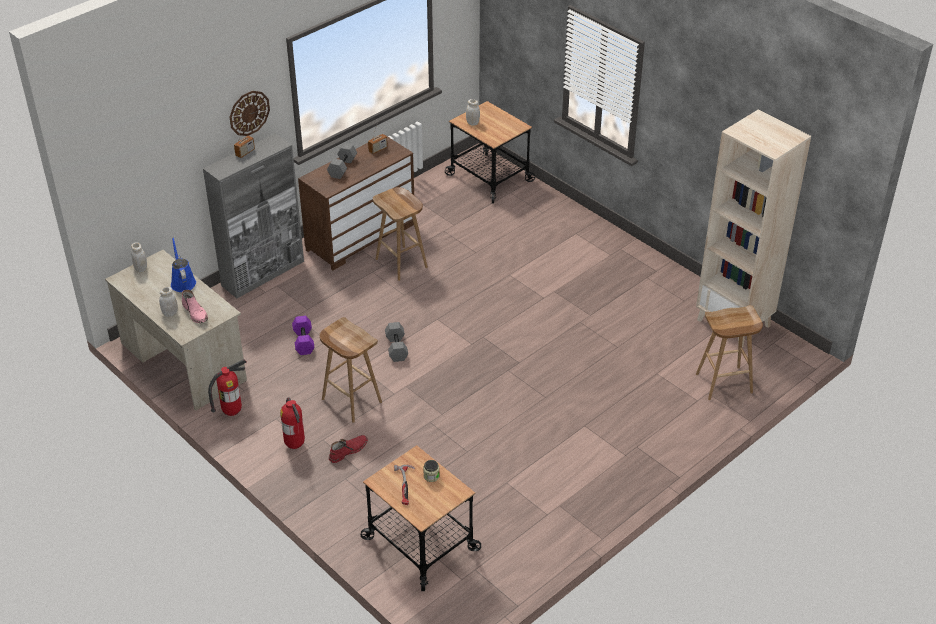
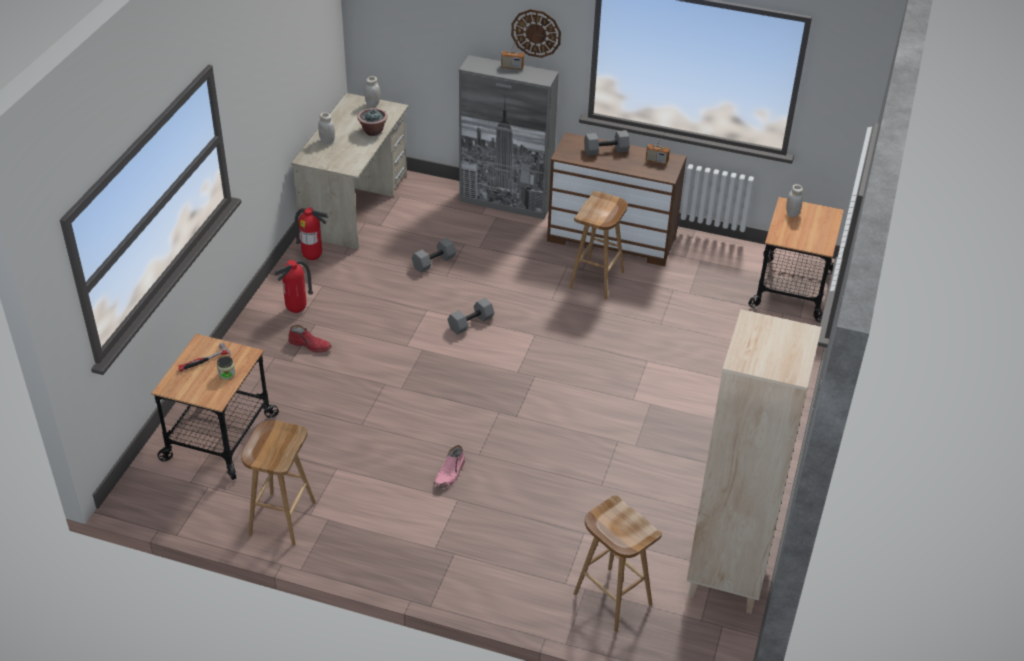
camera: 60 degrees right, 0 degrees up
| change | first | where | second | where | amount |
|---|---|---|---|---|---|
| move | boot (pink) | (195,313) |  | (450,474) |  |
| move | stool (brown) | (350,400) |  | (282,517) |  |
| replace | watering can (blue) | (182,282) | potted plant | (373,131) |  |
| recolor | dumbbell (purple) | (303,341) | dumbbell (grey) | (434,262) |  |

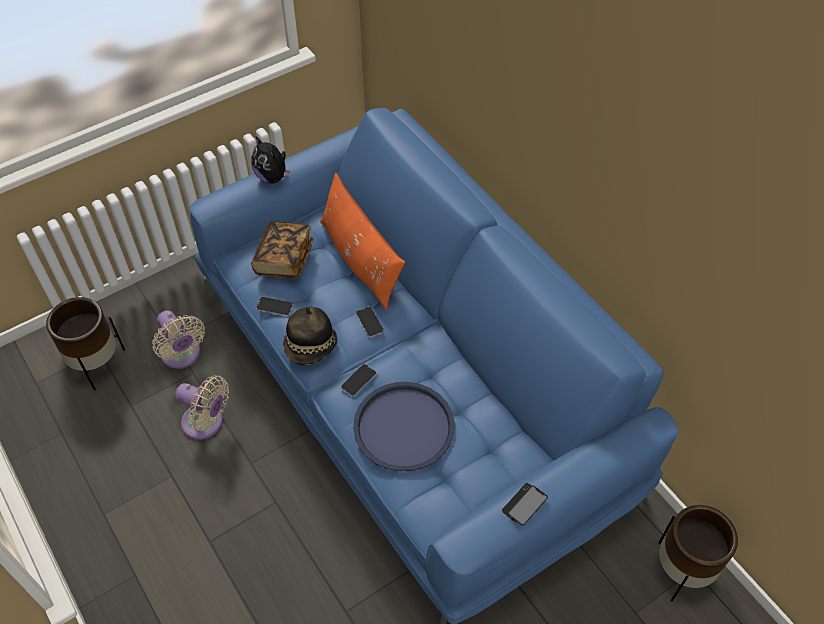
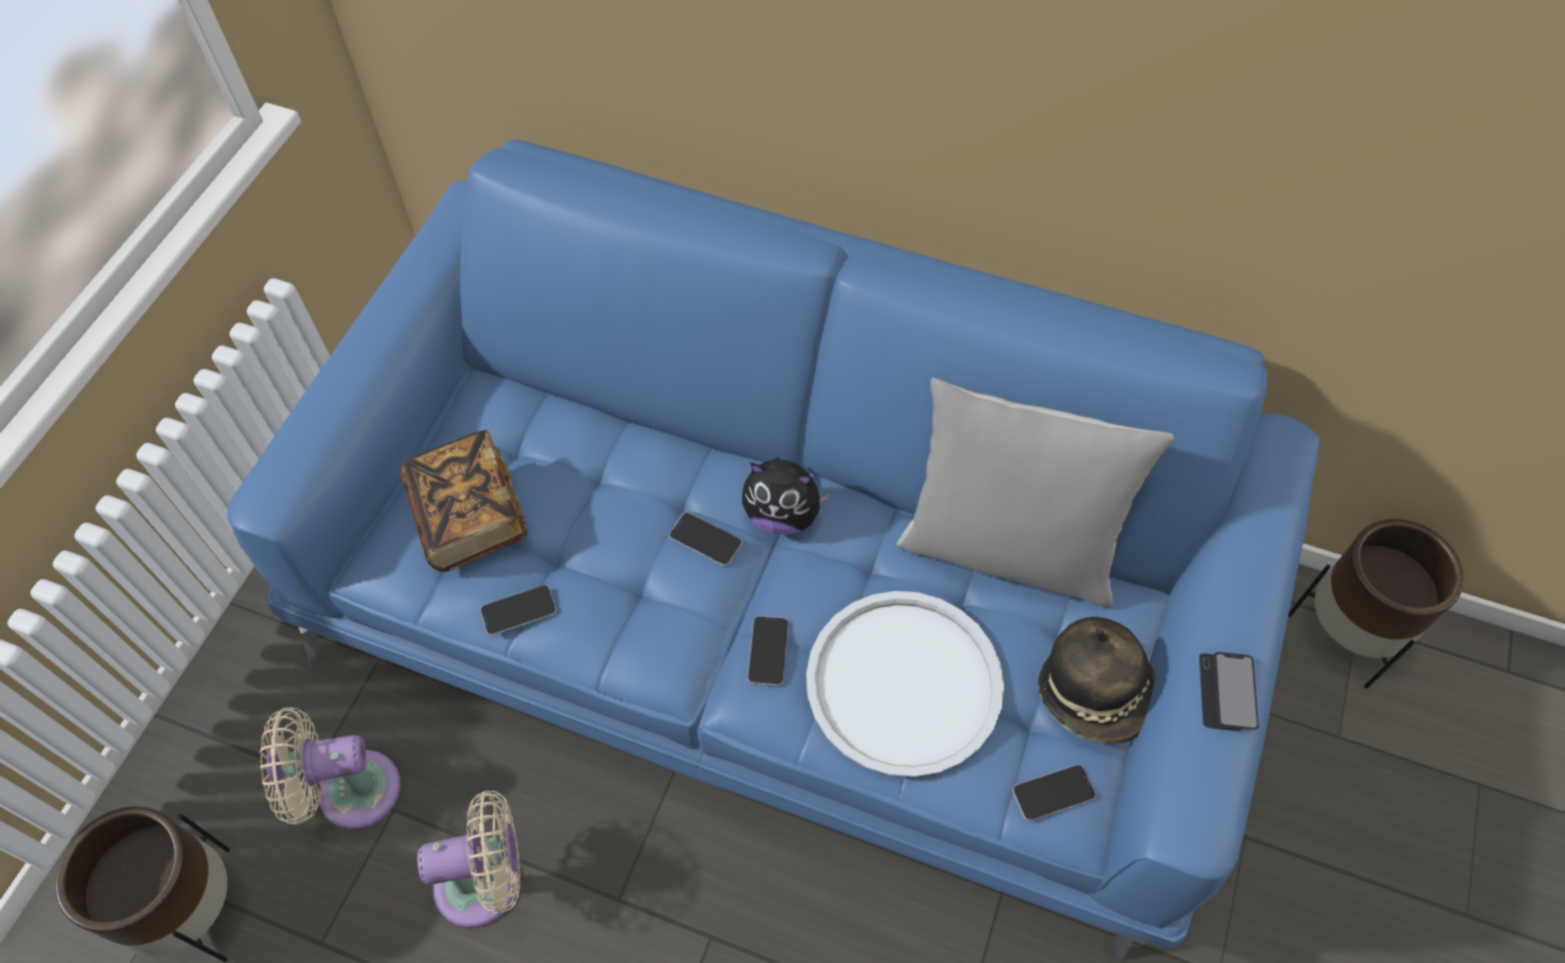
camera: 35 degrees left, 5 degrees up
| change | first | where | second | where | amount |
|---|---|---|---|---|---|
| delete | pillow (orange) | (360,260) |  |  |  |
| insert |  |  | pillow (grey) | (1008,549) |  |
| insert |  |  | phone | (1053,793) |  |
| move | plush toy | (273,177) |  | (782,515) |  |
| move | hat | (311,347) |  | (1096,693) |  |
| recolor | tray (blue) | (403,427) | tray (white) | (903,683) |  |
| rotate | fan (beige) | (182,355) |  | (350,791) | 150 degrees clockwise |

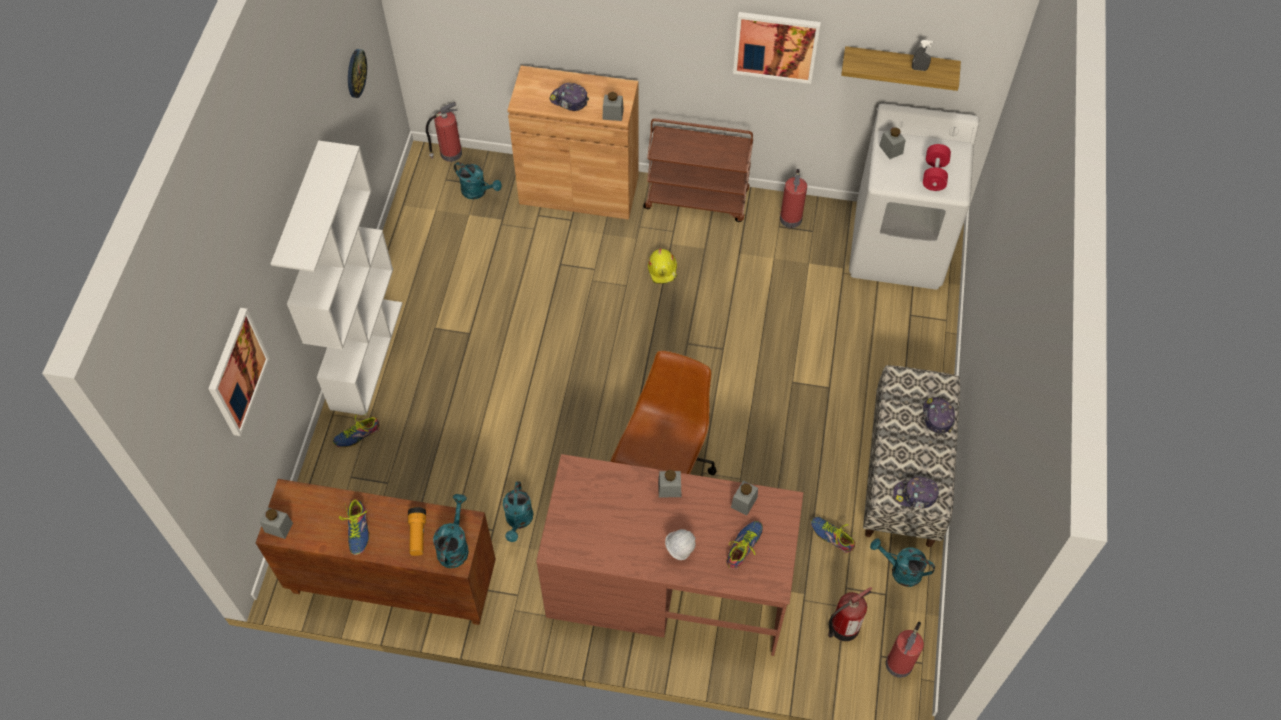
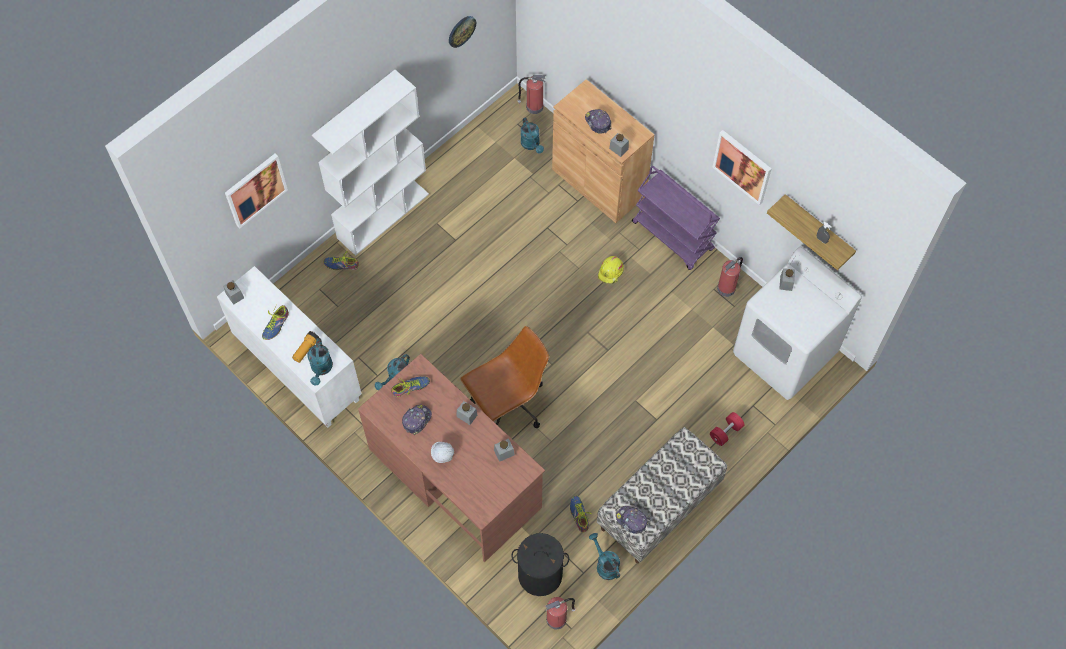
camera: 35 degrees right, 5 degrees up
| change | first | where | second | where | amount |
|---|---|---|---|---|---|
| move | shoe | (743,546) |  | (410,387) |  |
| move | dumbbell (red) | (934,174) |  | (726,432) |  |
| move | cap | (937,417) |  | (416,420) |  |
| replace | fire extinguisher | (843,628) | laundry basket (black) | (539,574) |  |
| recolor | cabinet (brown) | (391,583) | cabinet (white) | (297,369) |  |
| recolor | cart (brown) | (697,199) | cart (purple) | (673,236) |  |
| rotate | watering can (turquoise) | (454,545) |  | (321,369) | 135 degrees clockwise |

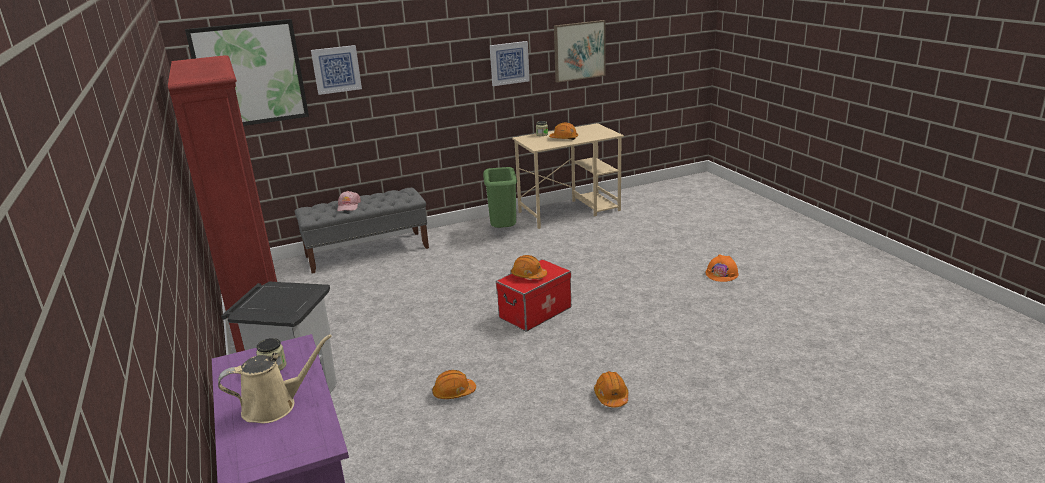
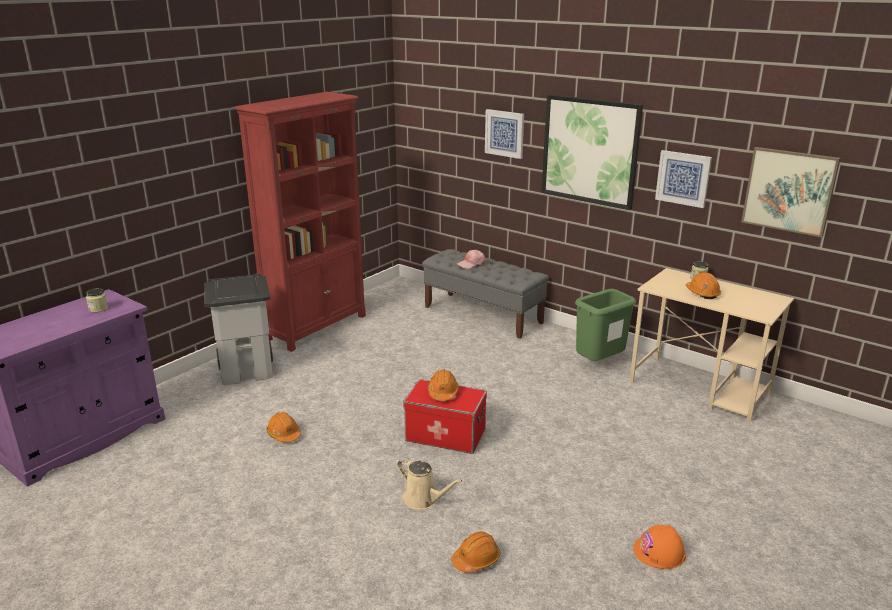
camera: 60 degrees right, 0 degrees up
| change | first | where | second | where | amount |
|---|---|---|---|---|---|
| move | picture | (249,74) |  | (590,151) |  |
| move | watering can (beige) | (274,406) |  | (424,499) |  |
| move | hard hat (orange) | (611,396) |  | (476,559) |  |

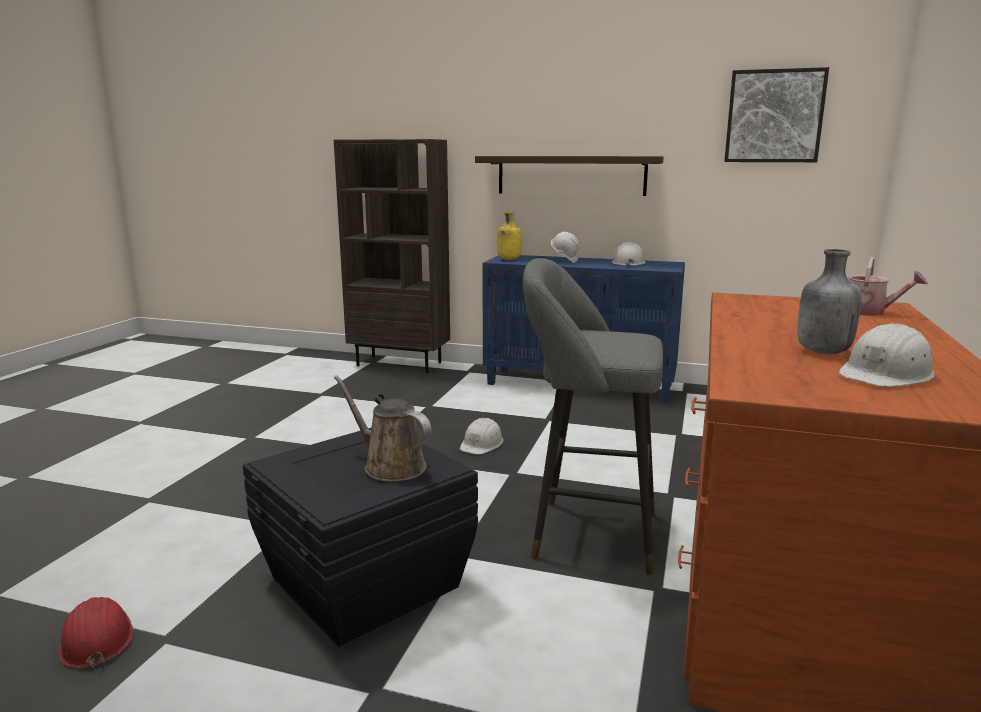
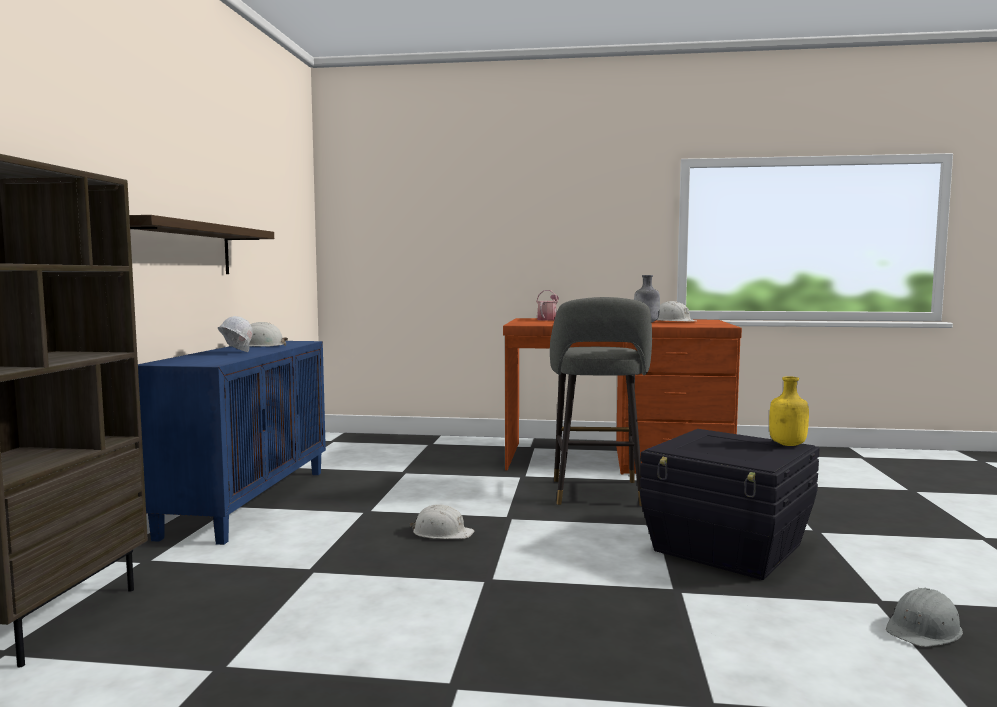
camera: 100 degrees left, 10 degrees down
| change | first | where | second | where | amount |
|---|---|---|---|---|---|
| delete | watering can (brown) | (390,466) |  |  |  |
| delete | picture | (774,116) |  |  |  |
| move | bottle (yellow) | (508,259) |  | (788,445) |  |
| recolor | hard hat (red) | (97,639) | hard hat (grey) | (924,629) |  |

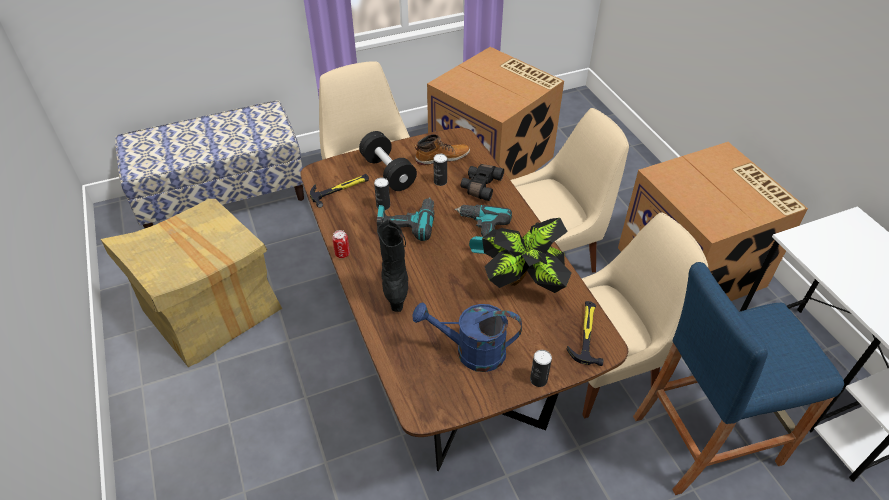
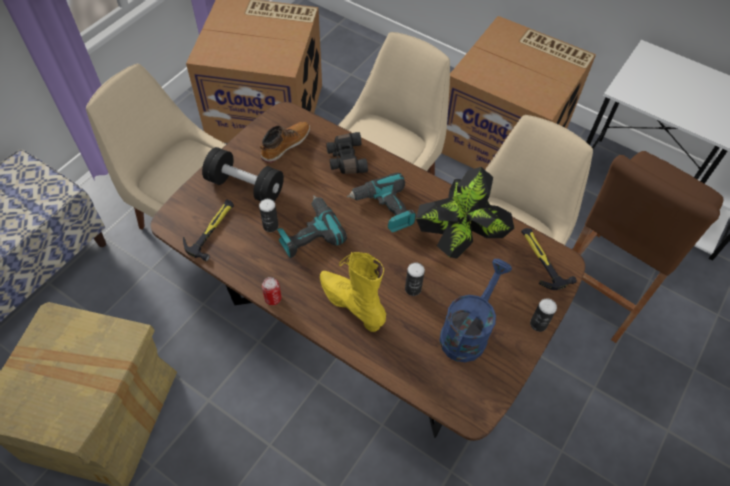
camera: 35 degrees left, 10 degrees up
| change | first | where | second | where | amount |
|---|---|---|---|---|---|
| move | can | (440,181) |  | (413,289) |  |
| recolor | boot (black) | (395,286) | boot (yellow) | (351,305) |  |
| recolor | stool (blue) | (706,438) | stool (brown) | (606,284) |  |
| rotate | watering can (blue) | (471,352) |  | (467,331) | 150 degrees clockwise |

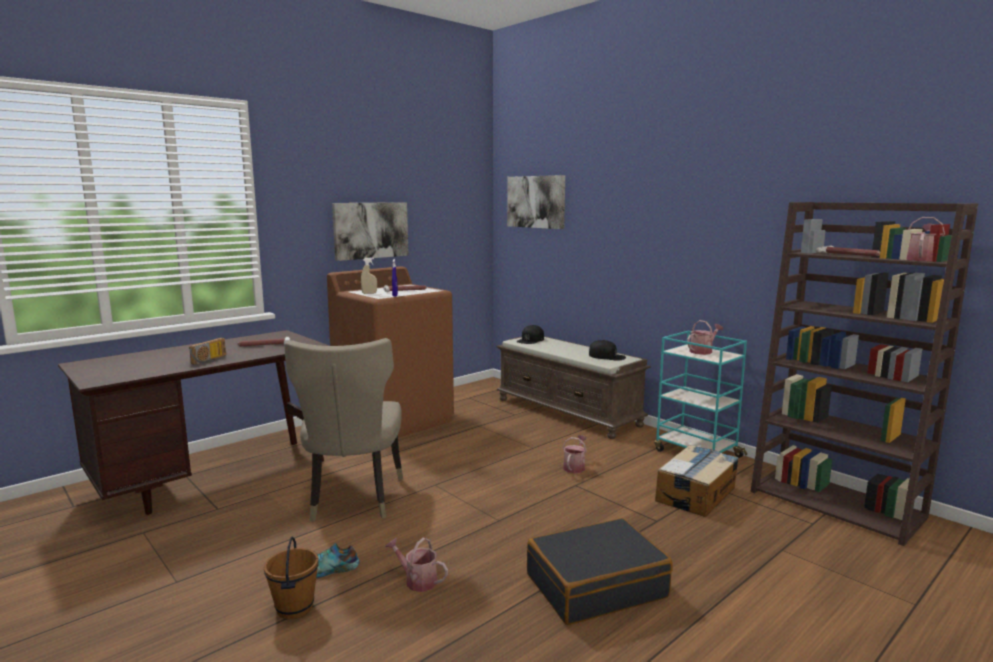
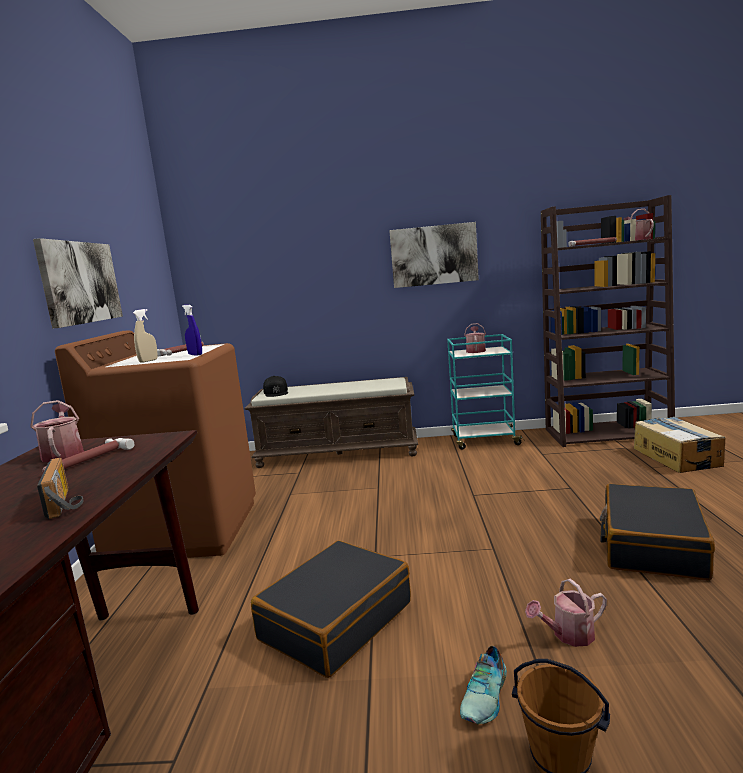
camera: 45 degrees left, 0 degrees up
| change | first | where | second | where | amount |
|---|---|---|---|---|---|
| delete | cap (black) | (607,356) |  |  |  |
| move | picture | (536,202) |  | (433,255) |  |
| move | watering can | (575,467) |  | (63,453) |  |
| move | cardboard box | (696,494) |  | (676,457) |  |
| replace | chair (beige) | (352,501) | suitcase (black) | (335,620) |  |

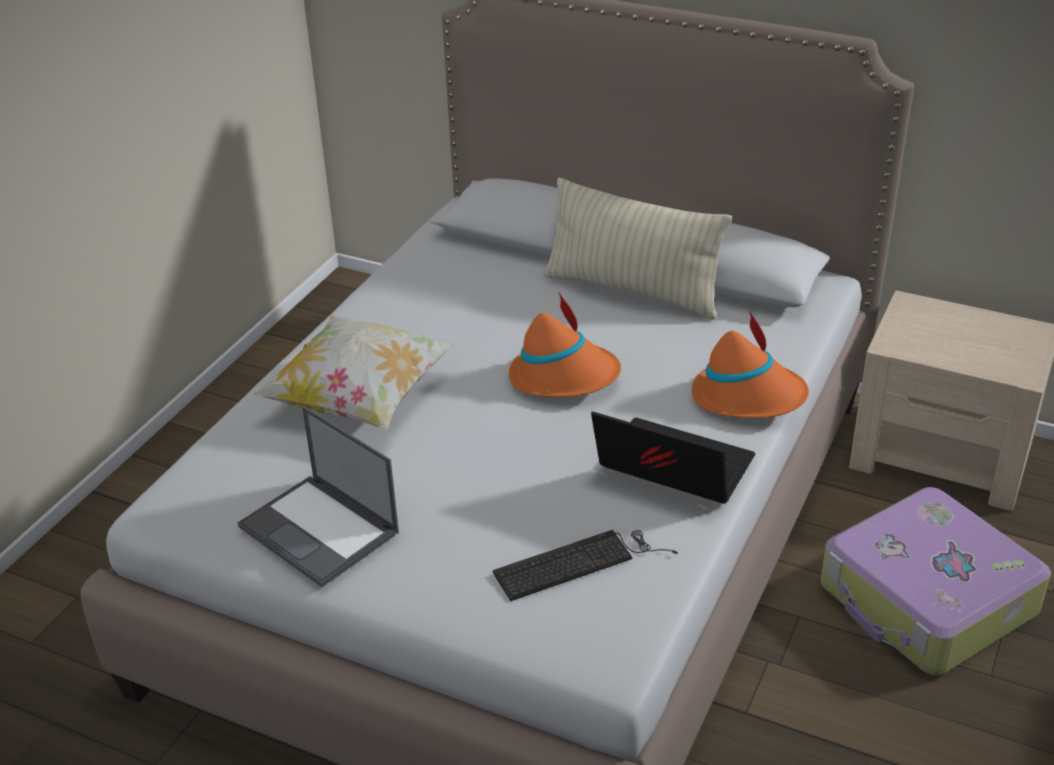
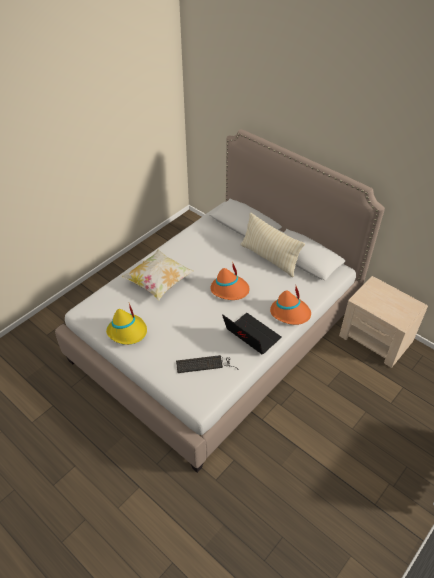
camera: 15 degrees right, 10 degrees up
| change | first | where | second | where | amount |
|---|---|---|---|---|---|
| delete | suitcase | (927,601) |  |  |  |
| replace | laptop | (320,530) | hat (yellow) | (128,331) |  |

